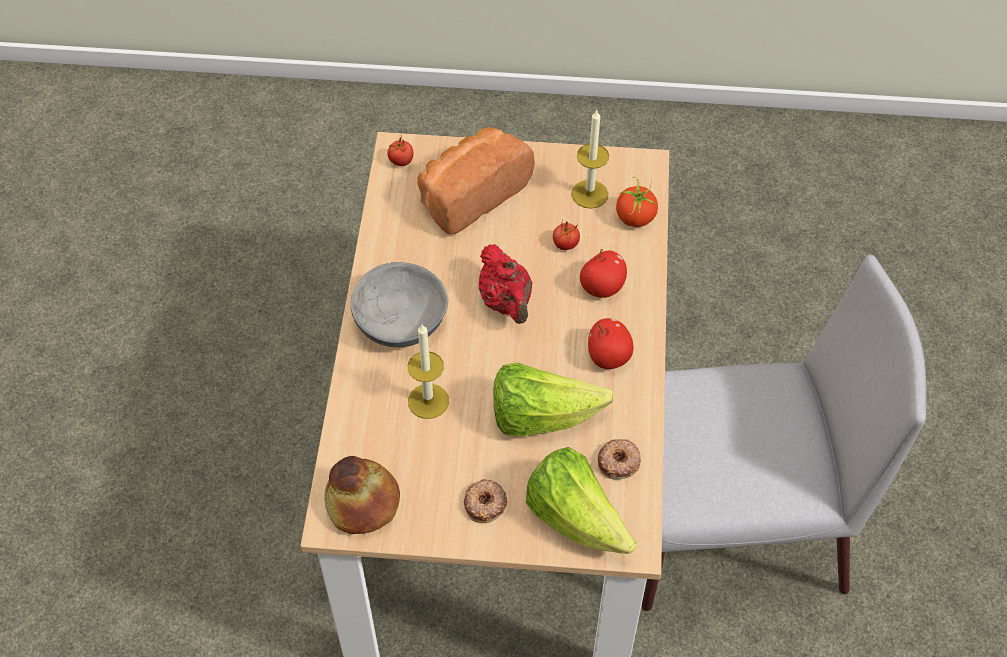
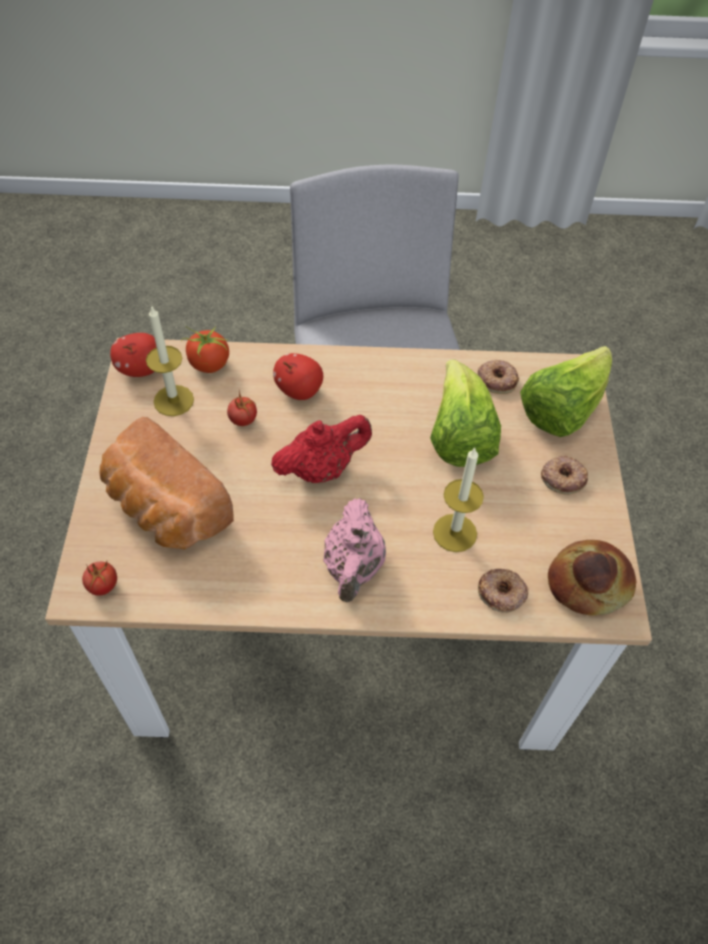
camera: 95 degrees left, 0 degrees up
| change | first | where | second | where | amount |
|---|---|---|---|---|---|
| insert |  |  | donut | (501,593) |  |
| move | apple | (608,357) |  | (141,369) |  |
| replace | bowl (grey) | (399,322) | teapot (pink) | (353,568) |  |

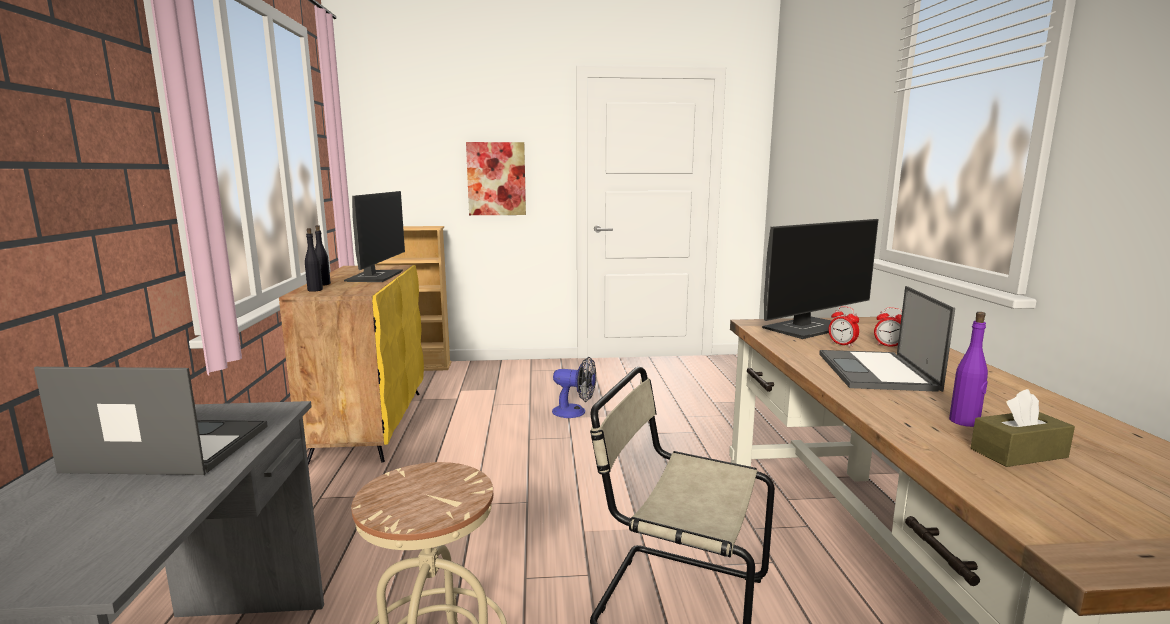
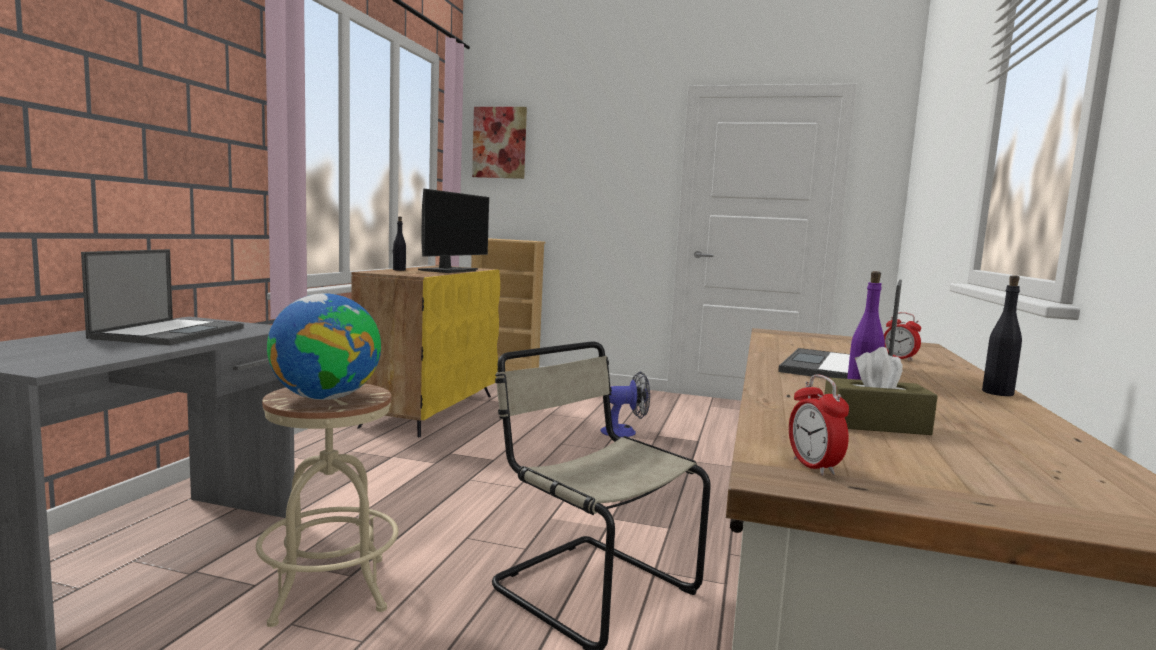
camera: 20 degrees right, 5 degrees down
| change | first | where | second | where | amount |
|---|---|---|---|---|---|
| delete | monitor | (807,328) |  |  |  |
| insert |  |  | globe | (326,398) |  |
| move | bottle (black) | (315,290) |  | (998,393) |  |
| move | picture | (496,179) |  | (499,142) |  |
| move | alarm clock | (842,344) |  | (813,467) |  |
| rotate | laptop | (167,449) |  | (170,333) | 75 degrees clockwise |
| rotate | fan | (575,412) |  | (624,432) | 45 degrees counterclockwise |

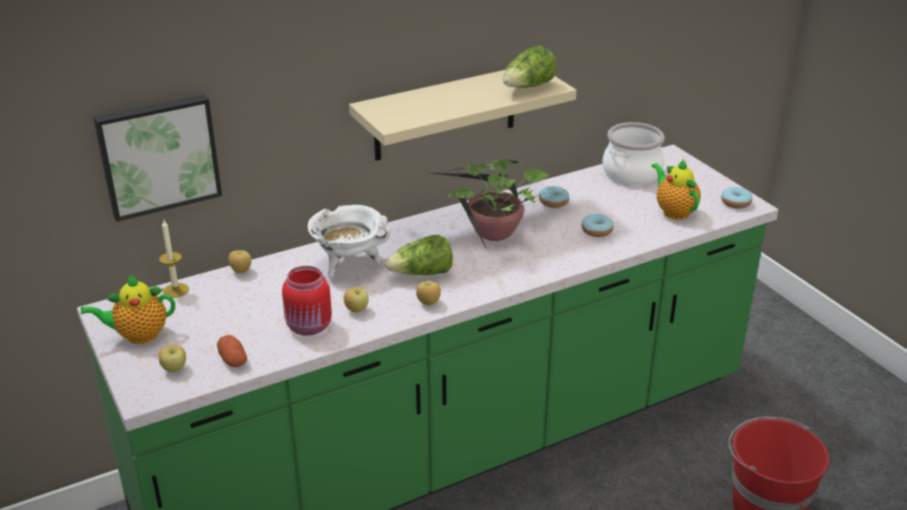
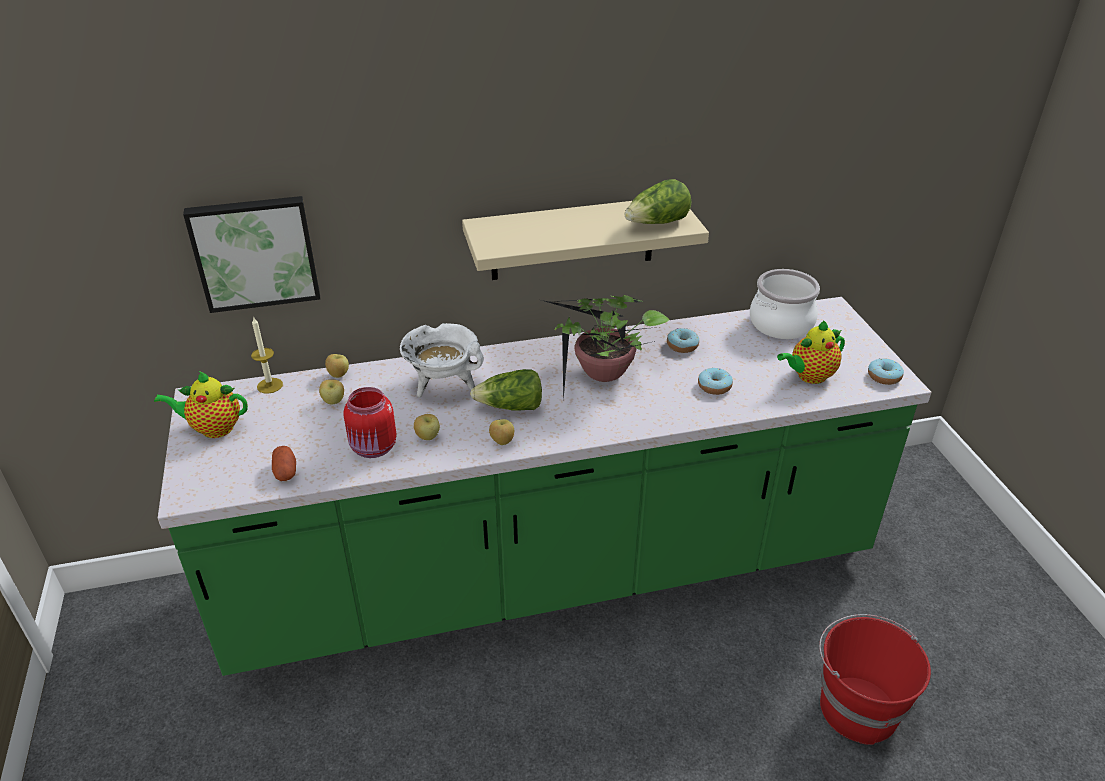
camera: 15 degrees right, 5 degrees up
| change | first | where | second | where | amount |
|---|---|---|---|---|---|
| move | apple | (174,369) |  | (334,401) |  |
| rotate | teapot | (674,211) |  | (809,376) | 105 degrees counterclockwise |

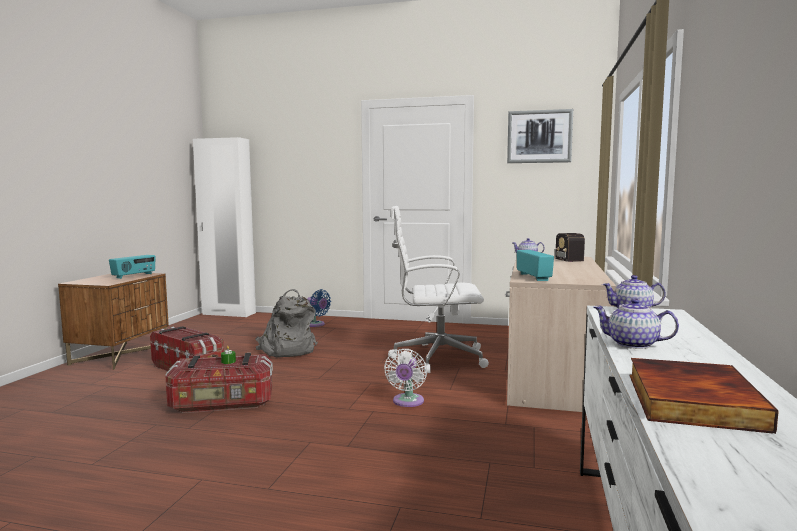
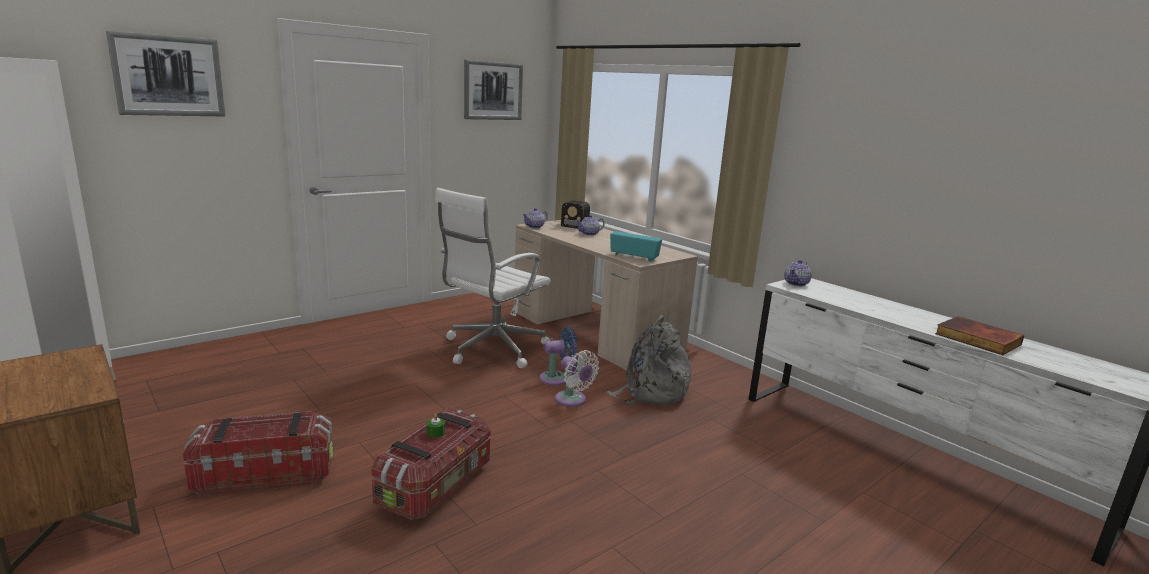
camera: 55 degrees left, 10 degrees up
| change | first | where | second | where | amount |
|---|---|---|---|---|---|
| delete | radio | (134,276) |  |  |  |
| insert |  |  | picture | (169,76) |  |
| move | backpack (grey) | (287,350) |  | (651,391) |  |
| move | fan (blue) | (316,324) |  | (557,378) |  |
| move | teapot | (633,344) |  | (589,234) |  |

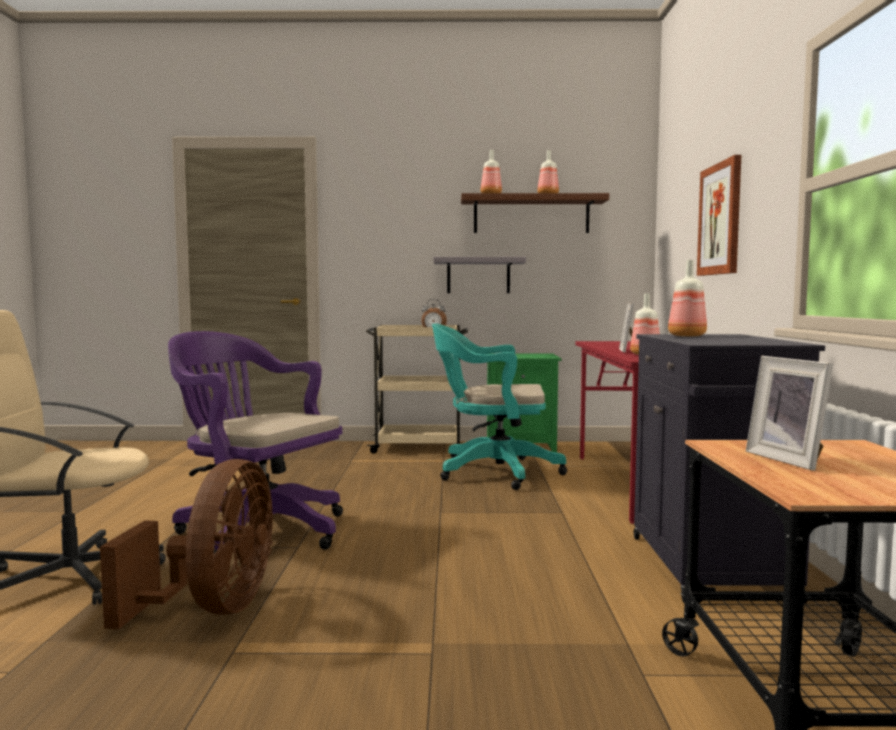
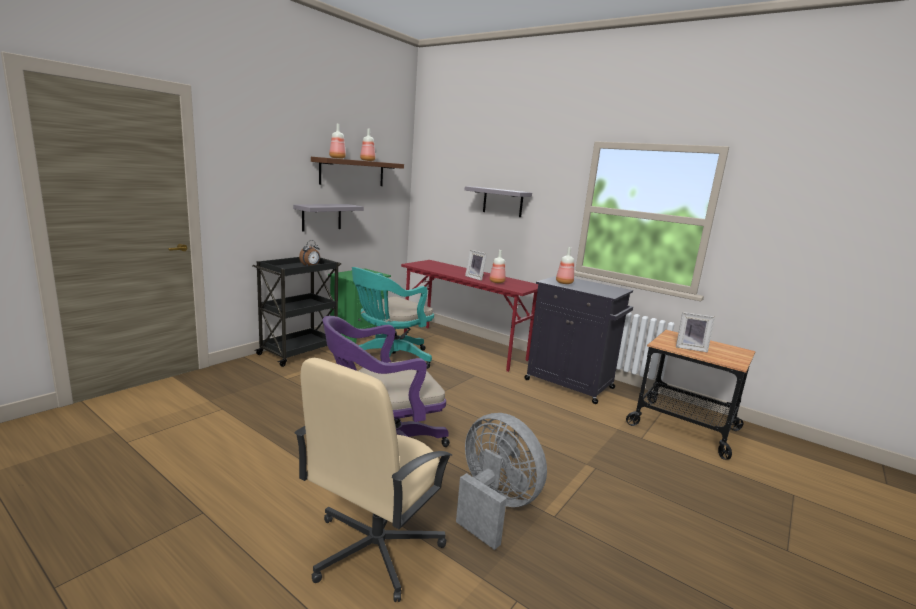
camera: 55 degrees left, 10 degrees up
| change | first | where | second | where | amount |
|---|---|---|---|---|---|
| replace | picture | (720,219) | shelf (grey) | (502,202) |  |
| recolor | fan (brown) | (214,608) | fan (grey) | (494,506) |  |
| recolor | cart (beige) | (419,447) | cart (black) | (299,351) |  |

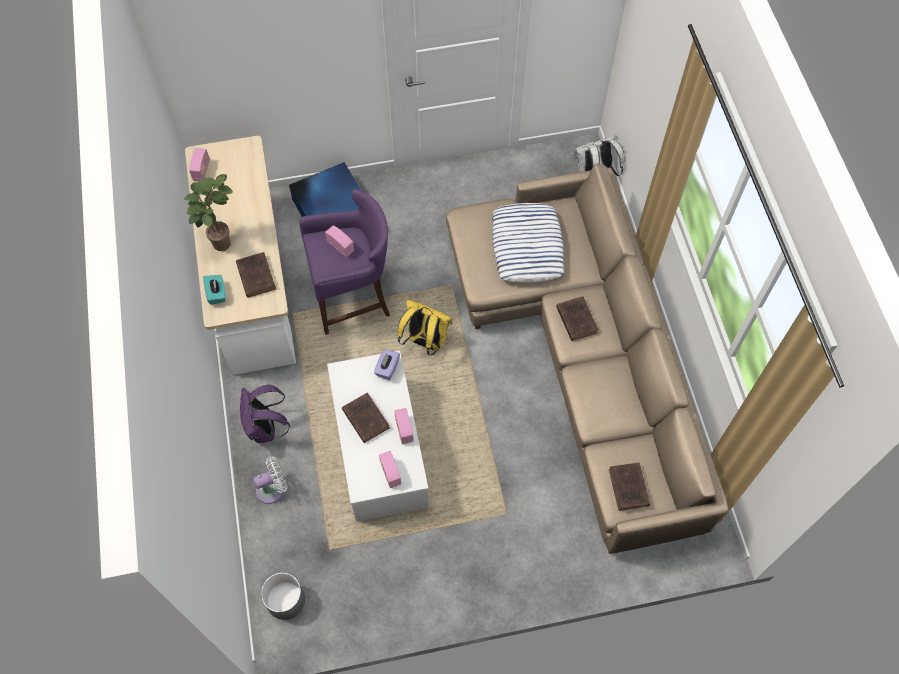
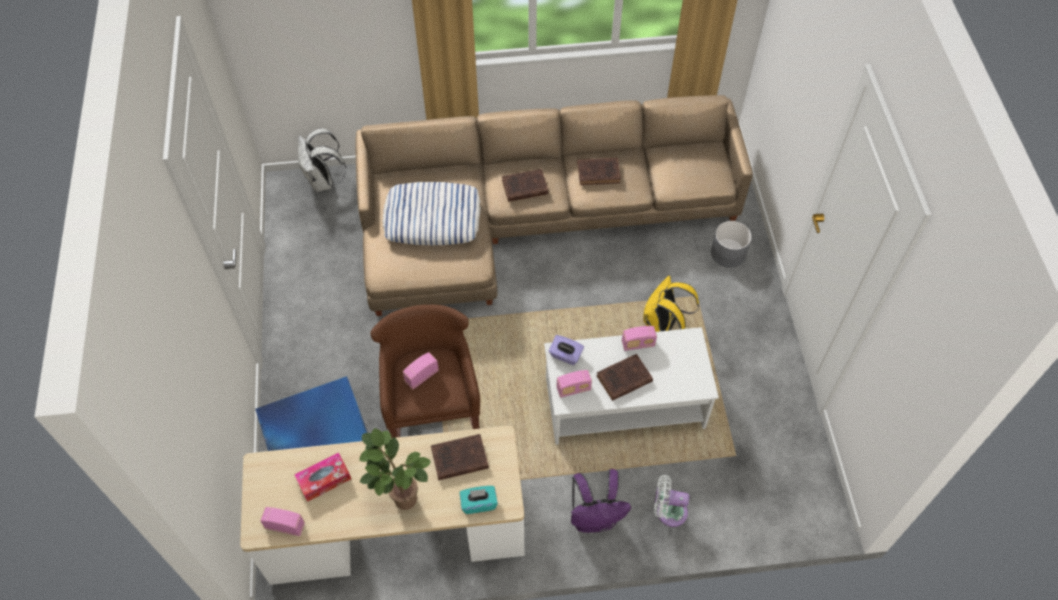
camera: 85 degrees left, 5 degrees down
| change | first | where | second | where | amount |
|---|---|---|---|---|---|
| insert |  |  | tissue box | (324,480) |  |
| move | planter (grey) | (285,600) |  | (728,253) |  |
| move | radio | (390,473) |  | (573,389) |  |
| move | backpack (yellow) | (425,341) |  | (662,327) |  |
| move | book (brown) | (629,489) |  | (600,173) |  |
| recolor | stool (purple) | (353,297) | stool (brown) | (435,420) |  |
| rotate | fan (white) | (273,489) |  | (668,511) | 60 degrees counterclockwise |

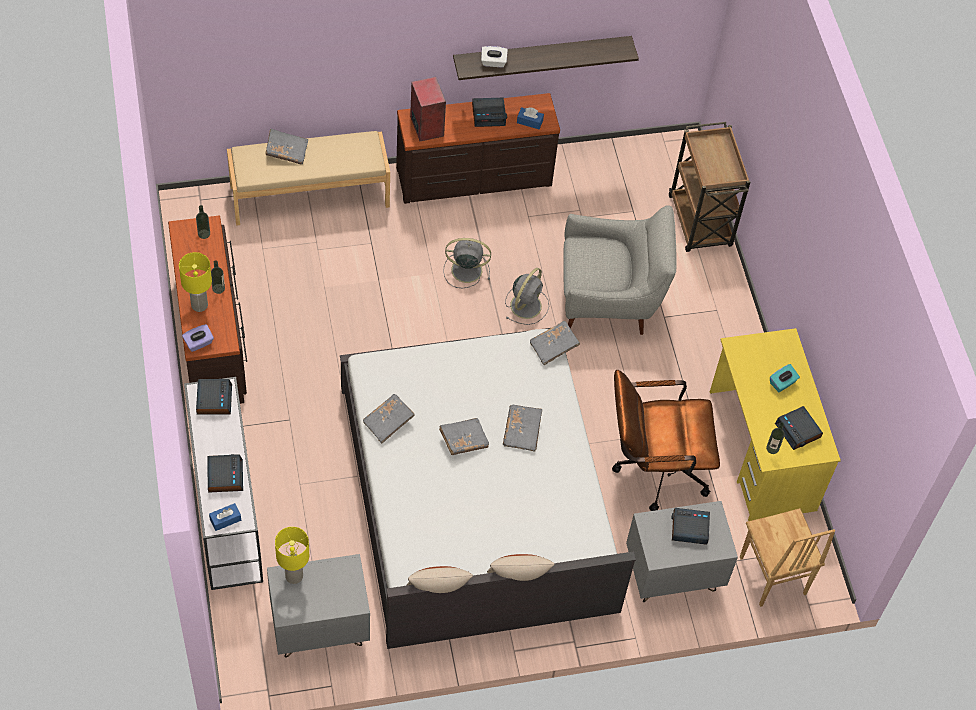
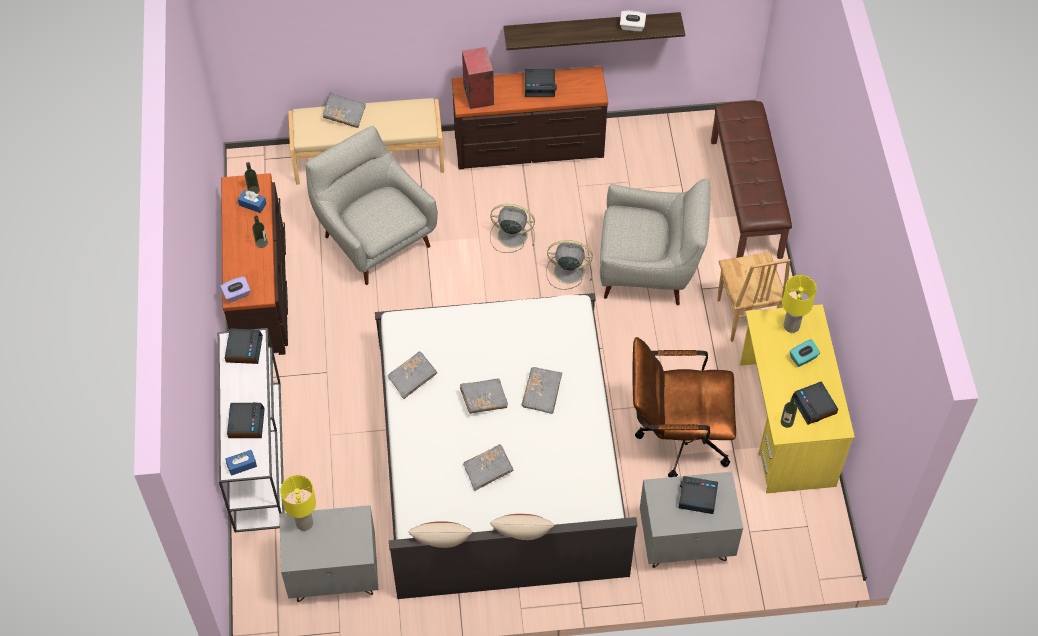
camera: 10 degrees right, 0 degrees up
| change | first | where | second | where | amount |
|---|---|---|---|---|---|
| insert |  |  | armchair (grey) | (374,238) |  |
| move | table lamp (yellow) | (200,305) |  | (791,326) |  |
| move | tissue box (white) | (493,62) |  | (632,27) |  |
| move | tissue box (blue) | (529,121) |  | (252,204) |  |
| move | book (grey) | (553,347) |  | (488,471) |  |
| move | chair (brown) | (771,576) |  | (744,317) |  |
| replace | cart (brown) | (700,223) | bench (brown) | (746,198) |  |
| rotate | fan (grey) | (526,305) |  | (567,271) | 120 degrees counterclockwise |

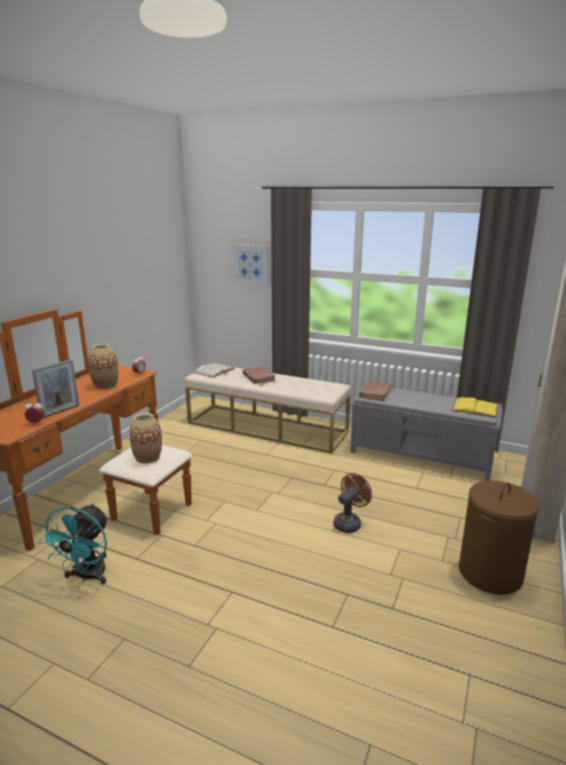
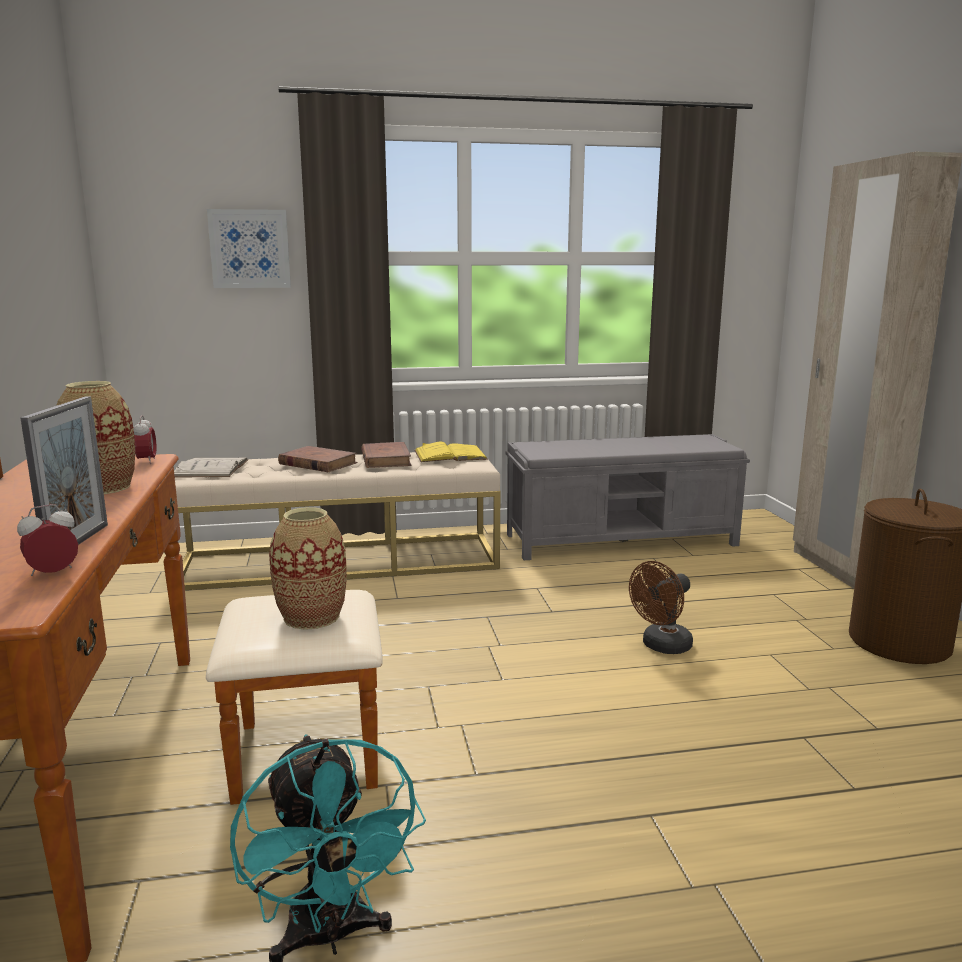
camera: 35 degrees left, 5 degrees down
| change | first | where | second | where | amount |
|---|---|---|---|---|---|
| move | book (brown) | (375,393) |  | (385,459) |  |
| move | book (yellow) | (475,408) |  | (450,455) |  |
| rotate | fan (brown) | (349,523) |  | (662,647) | 135 degrees counterclockwise |

